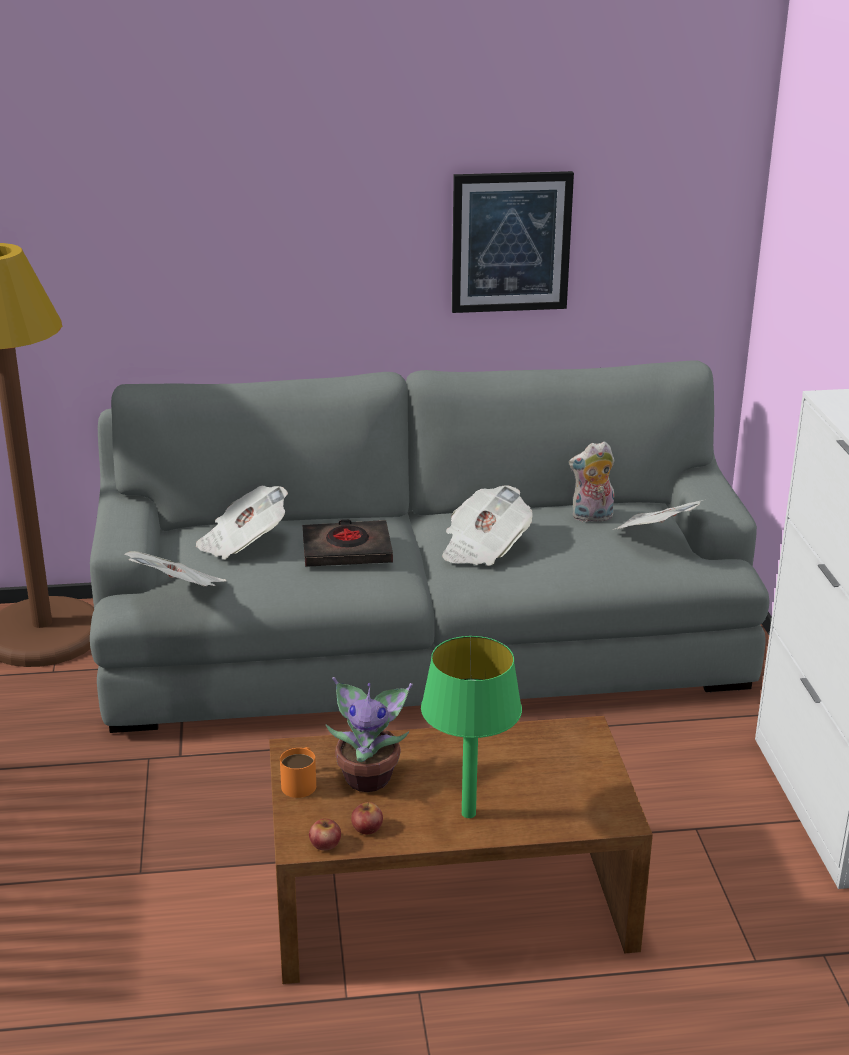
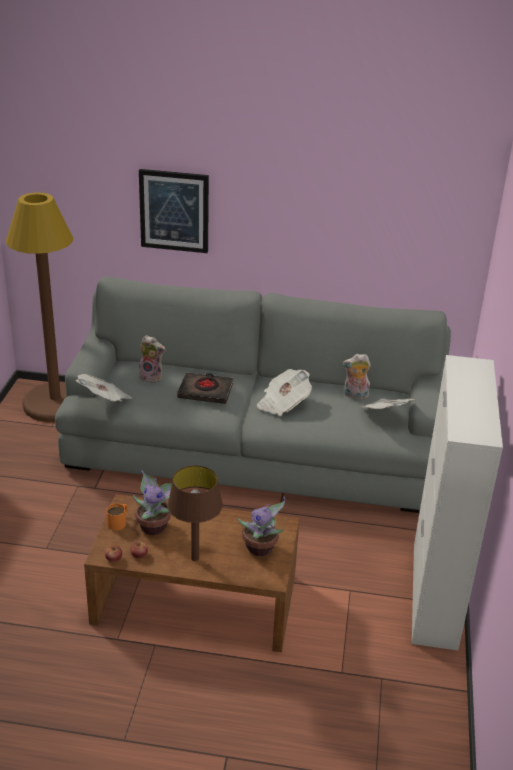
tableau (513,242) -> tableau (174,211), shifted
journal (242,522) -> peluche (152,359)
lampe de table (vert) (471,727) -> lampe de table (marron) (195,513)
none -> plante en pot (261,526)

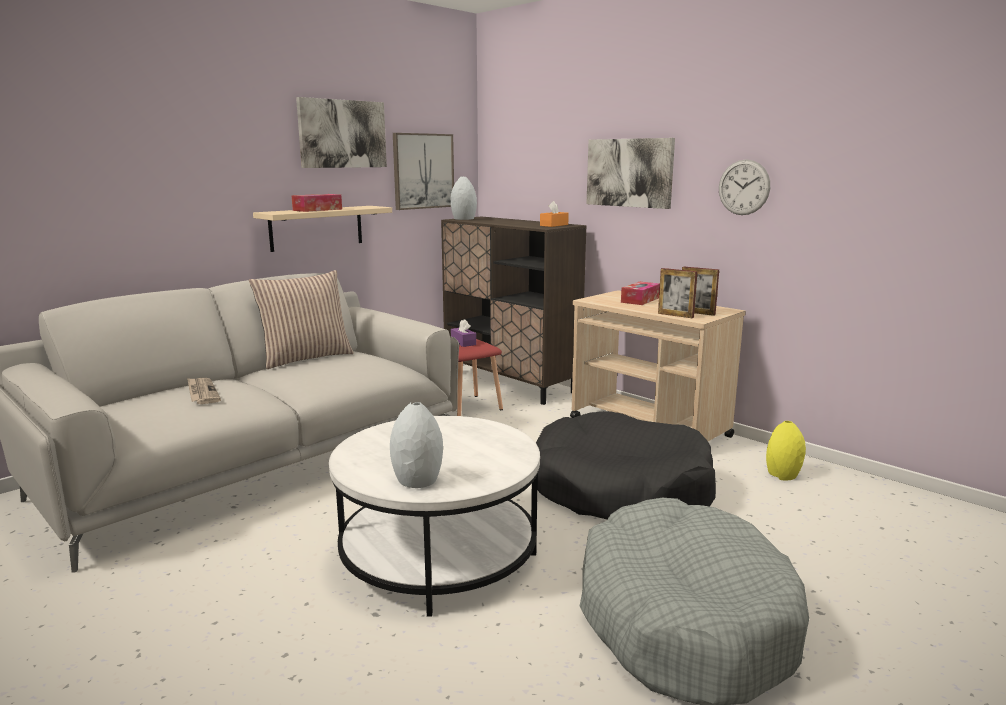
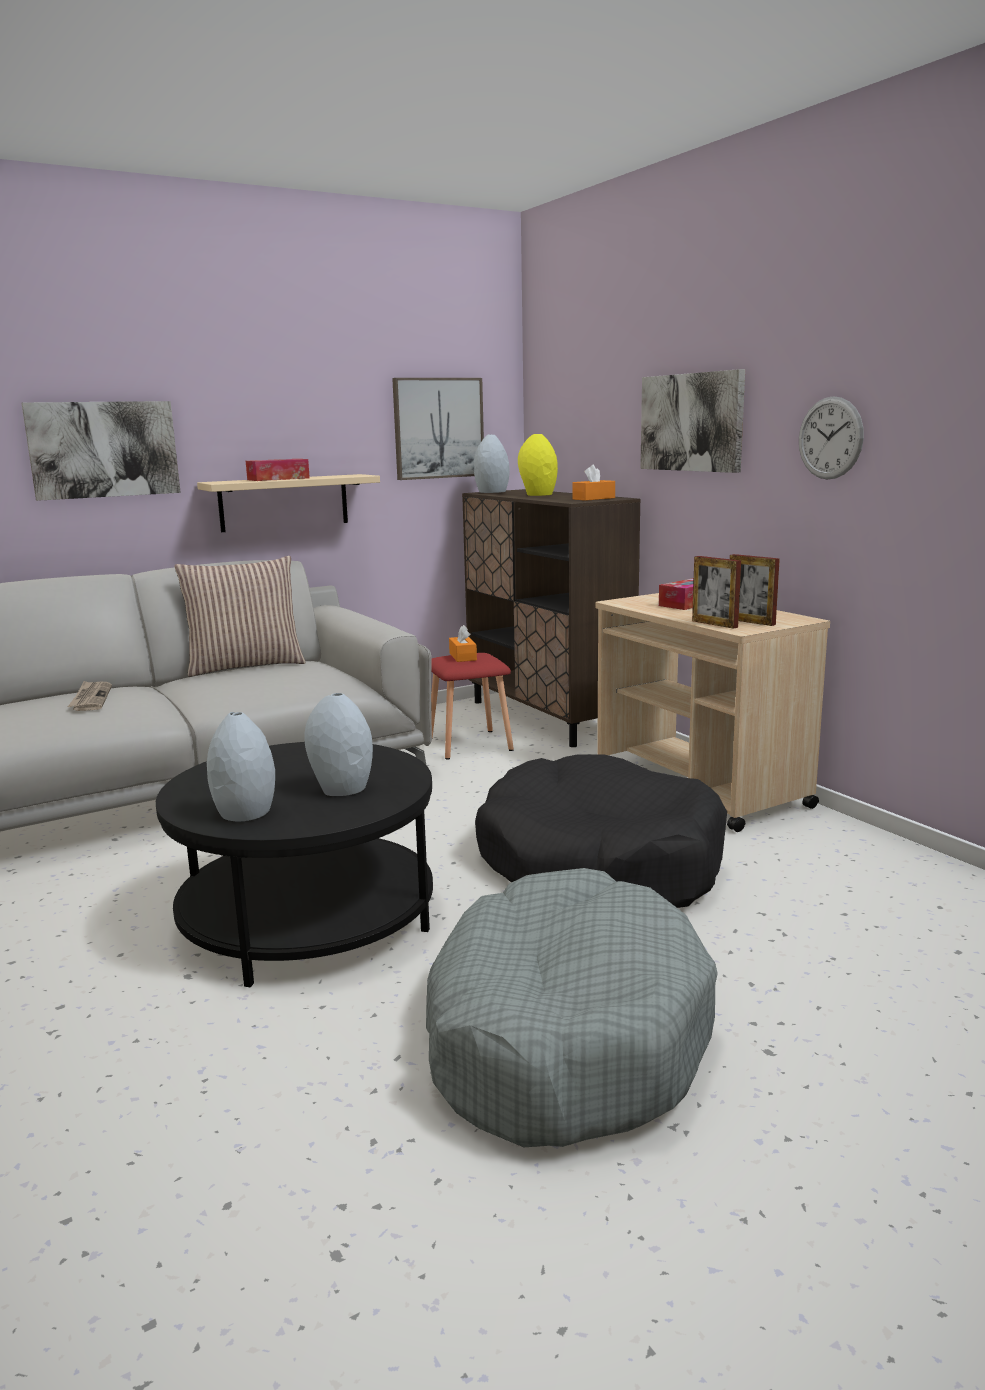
tableau (341,132) -> tableau (101,451), shifted
boîte à mouchoirs (violet) (463,333) -> boîte à mouchoirs (orange) (463,643)
table basse (blanc) (434,516) -> table basse (noir) (294,864)
vase (jaune) (786,450) -> vase (jaune) (538,465), shifted
none -> vase (gris) (338,744)

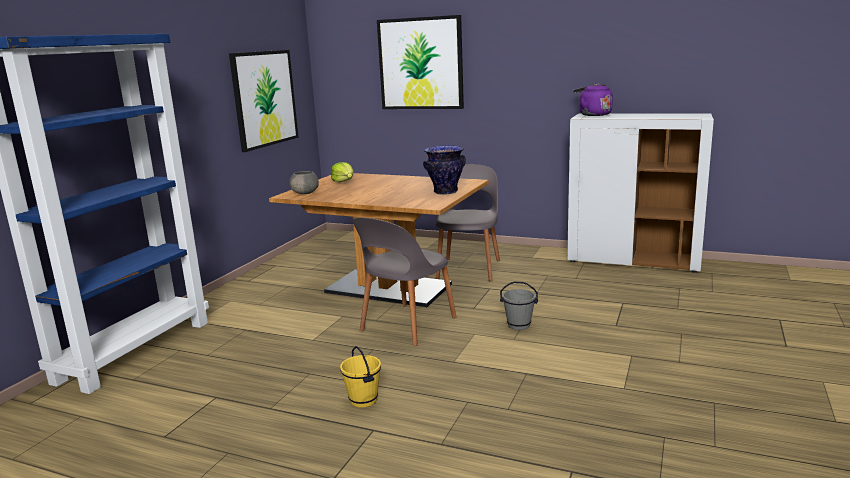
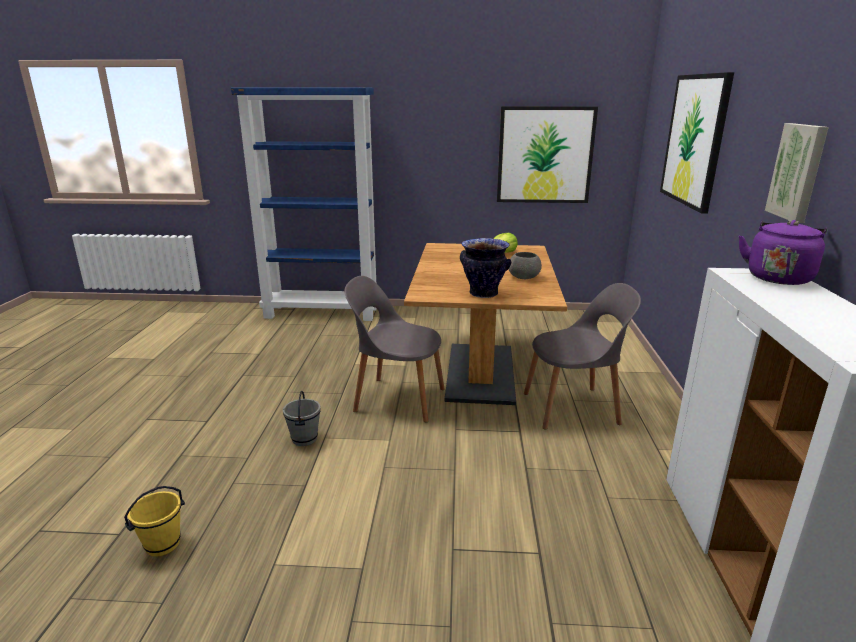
bol (gris) (304,182) -> bol (gris) (525,265), shifted
seau (gris) (519,306) -> seau (gris) (302,418), shifted
seau (jaune) (360,377) -> seau (jaune) (154,521), shifted
none -> tableau (797,173)

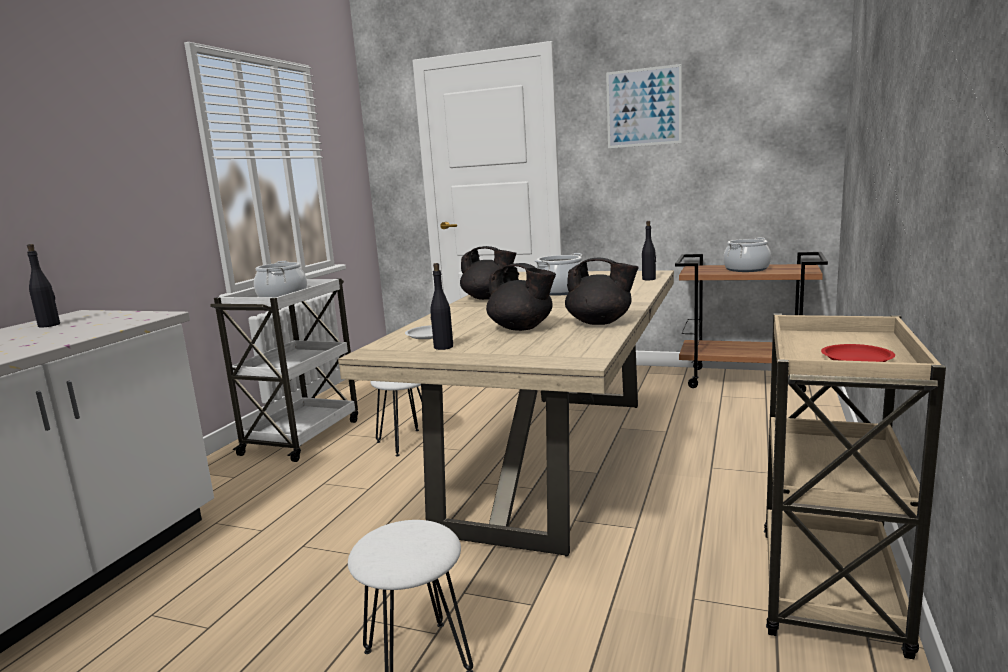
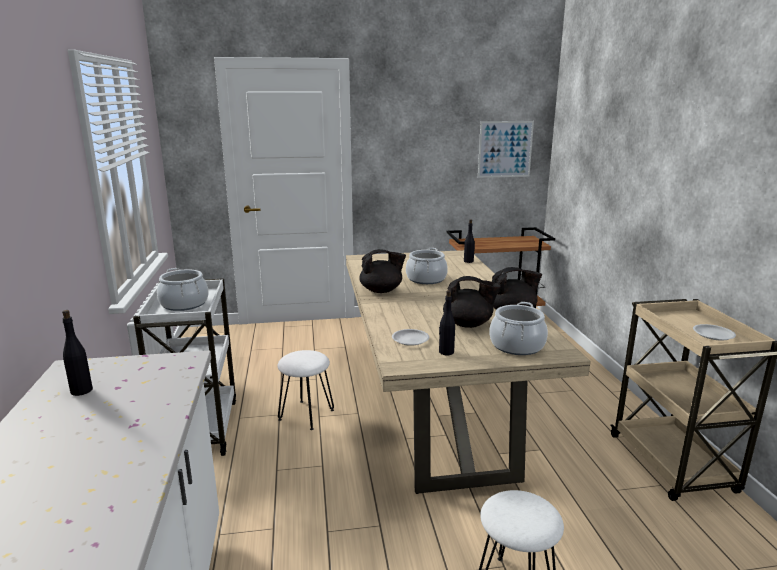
tableau (644,106) -> tableau (506,149), shifted
marmite (747,255) -> marmite (518,328), shifted
assiette (rouge) (858,353) -> assiette (blanc) (714,332)

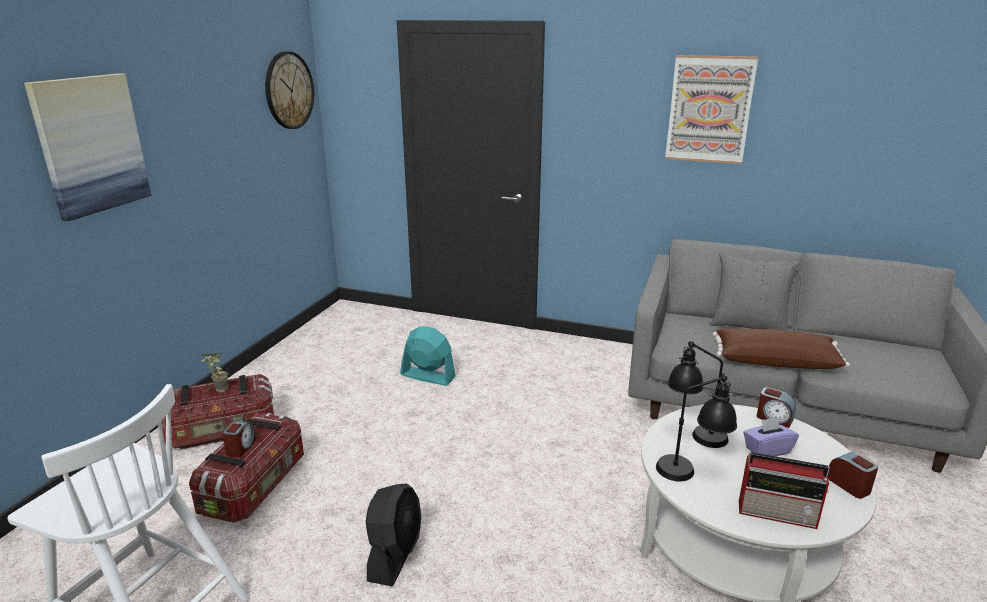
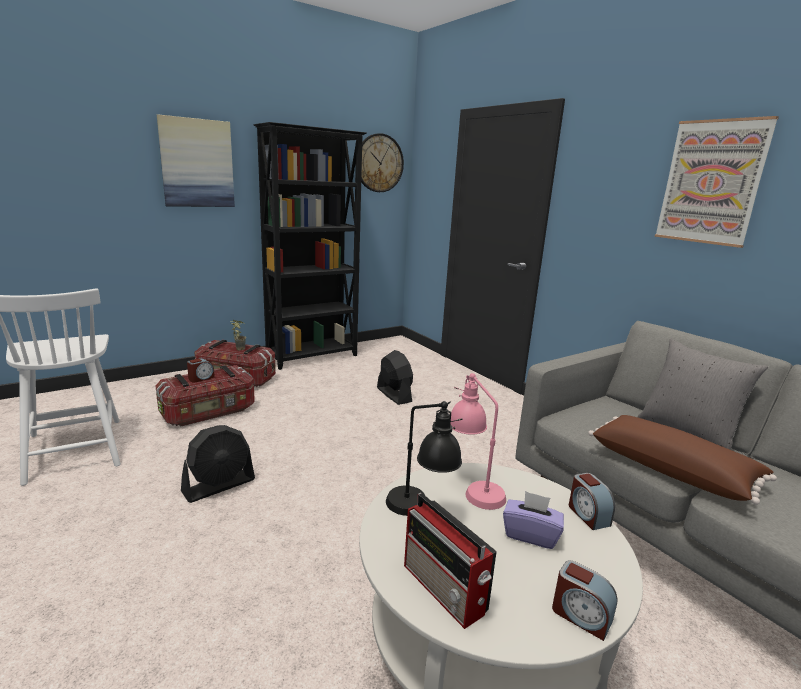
ventilateur (turquoise) (428,356) -> ventilateur (noir) (395,377)
lampe de table (noir) (698,394) -> lampe de table (rose) (478,441)
réveil (853,475) -> réveil (585,600), 120 degrees clockwise
none -> bibliothèque (noir) (310,246)

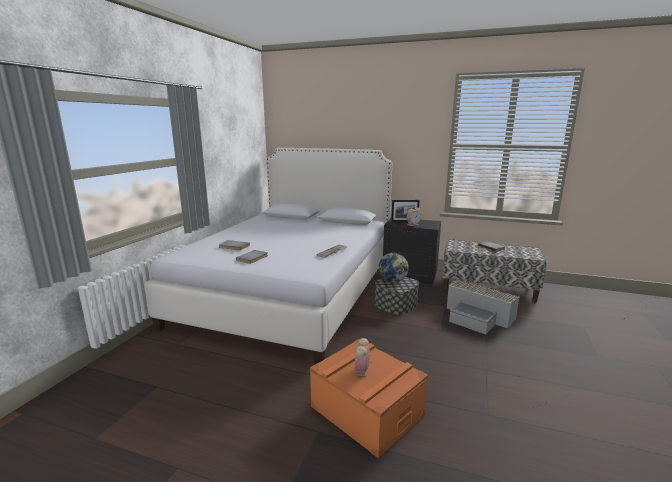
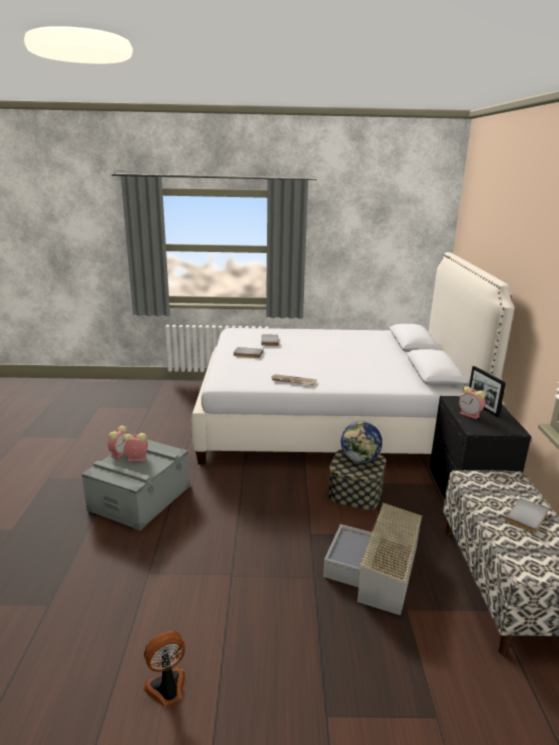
boîte de rangement (orange) (369,399) -> boîte de rangement (gris) (136,485)
none -> réveil (118,442)
none -> ventilateur (164,669)

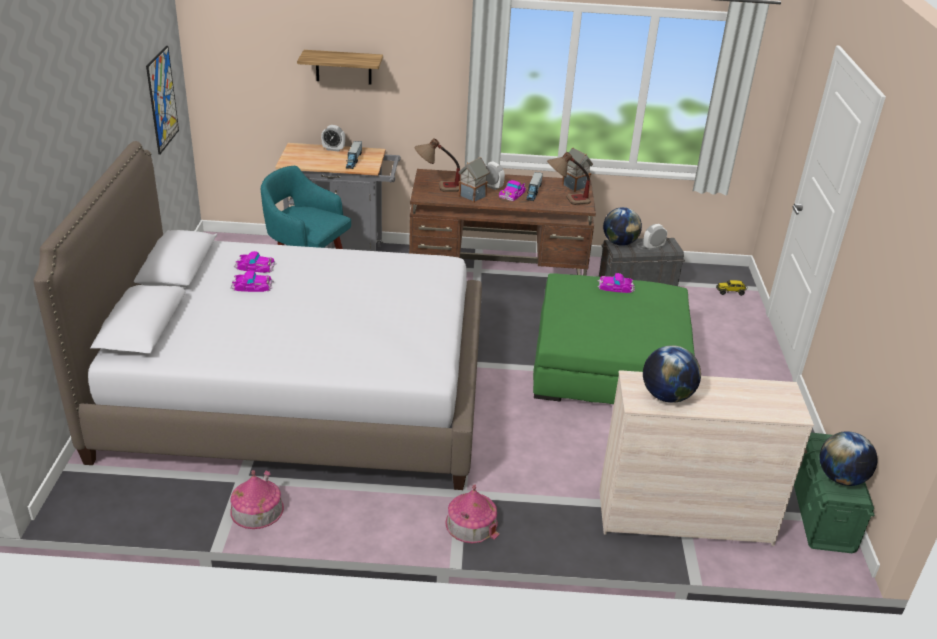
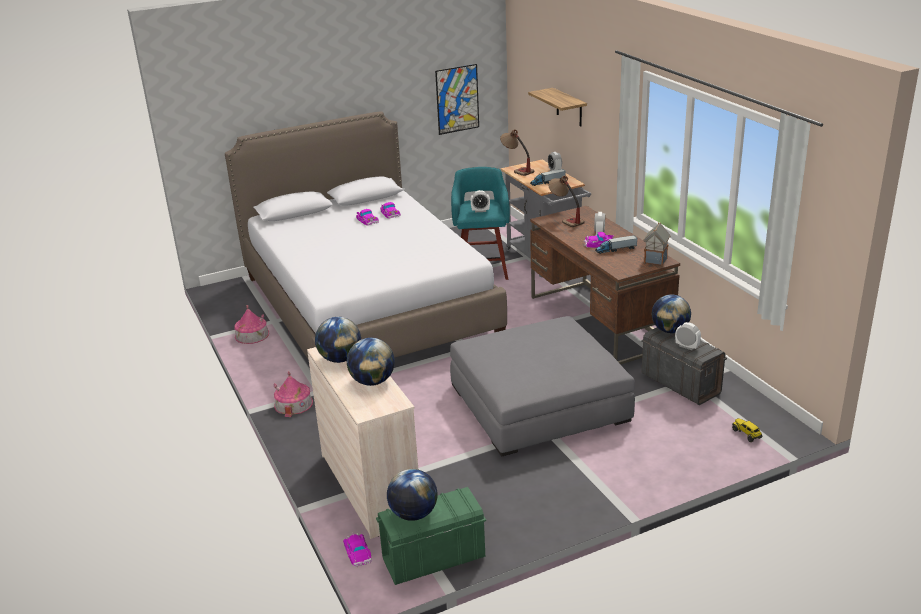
lampe de table (569,178) -> lampe de table (517,152), shifted
maison miniature (474,180) -> none
pouf (vert) (614,338) -> pouf (gris) (542,386)
petite voiture (616,283) -> petite voiture (357,550), shifted
none -> réveil (480,201)
none -> globe (371,362)

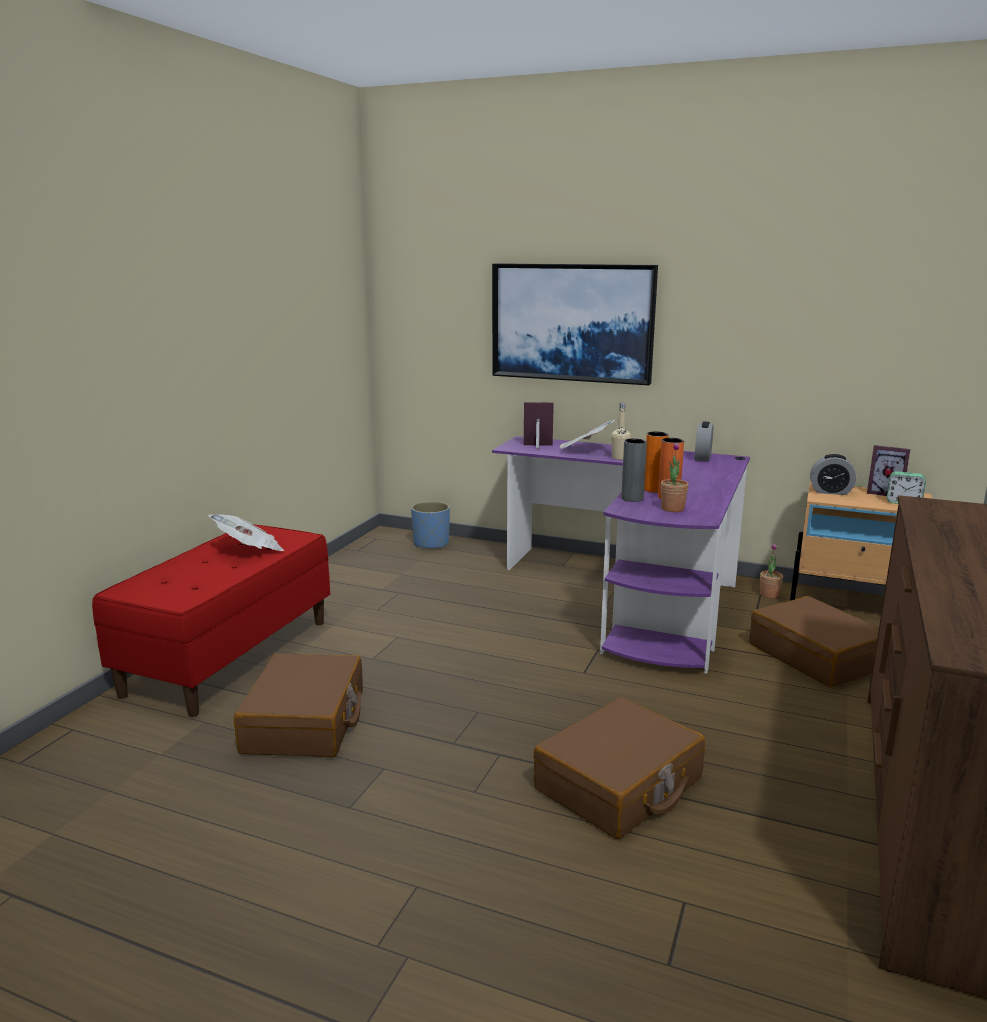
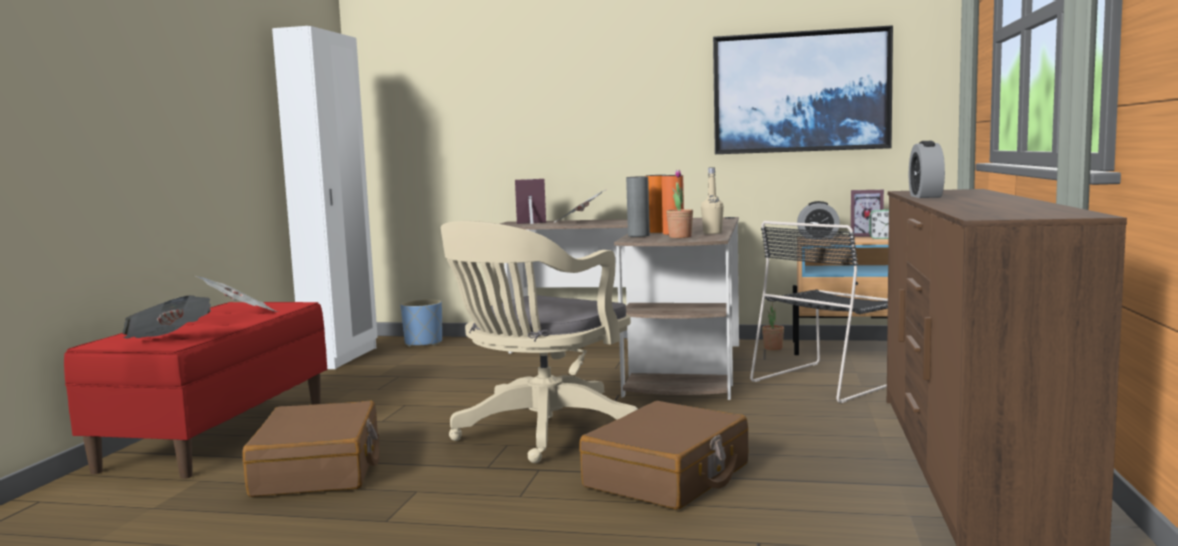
tableau (575,324) -> tableau (803,89), shifted
bouteille (beige) (621,431) -> bouteille (beige) (712,200), shifted
réveil (704,441) -> réveil (927,169), shifted
bureau (violet) (621,555) -> bureau (marron) (619,308)
valise (marron) (814,641) -> chaise (noir) (819,312)
none -> armoire (blanc) (325,197)
none -> chaise de bureau (beige) (539,342)
none -> journal (167,316)

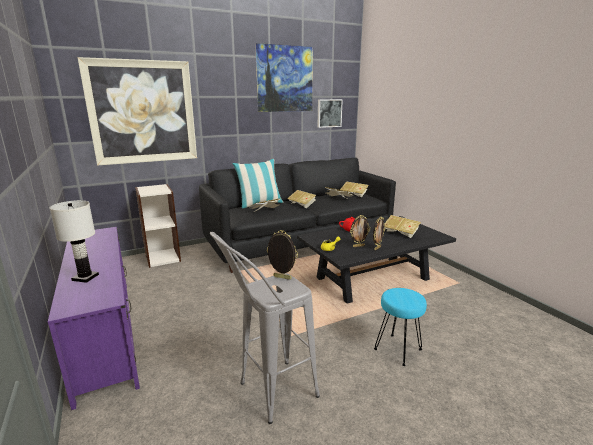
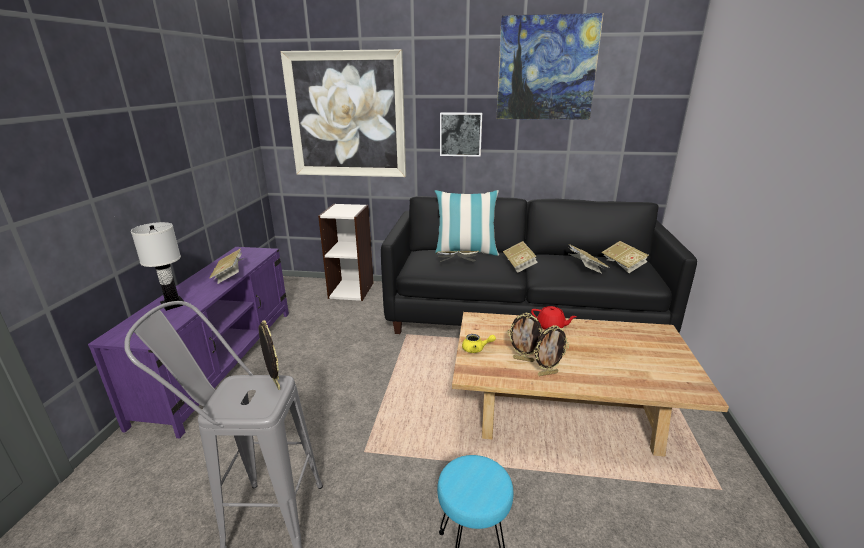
tableau (330,113) -> tableau (461,135), shifted
livre (402,226) -> livre (226,266), shifted
table basse (noir) (376,260) -> table basse (beige) (590,384)

